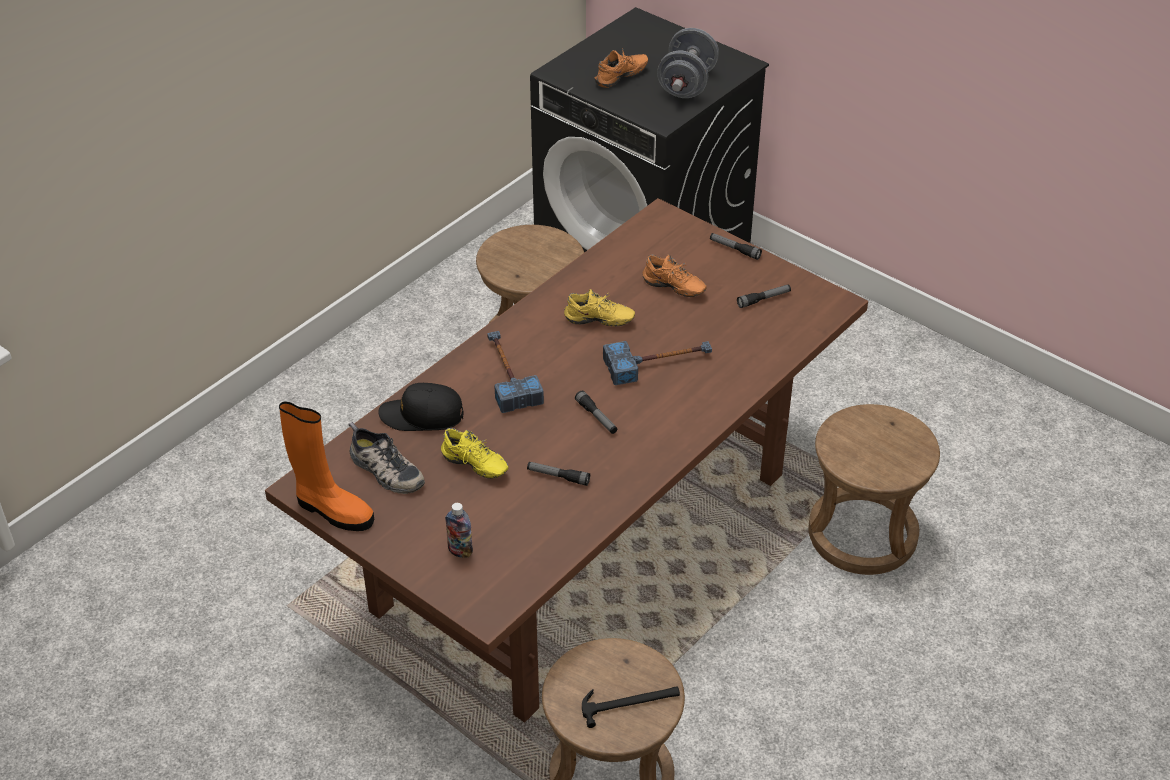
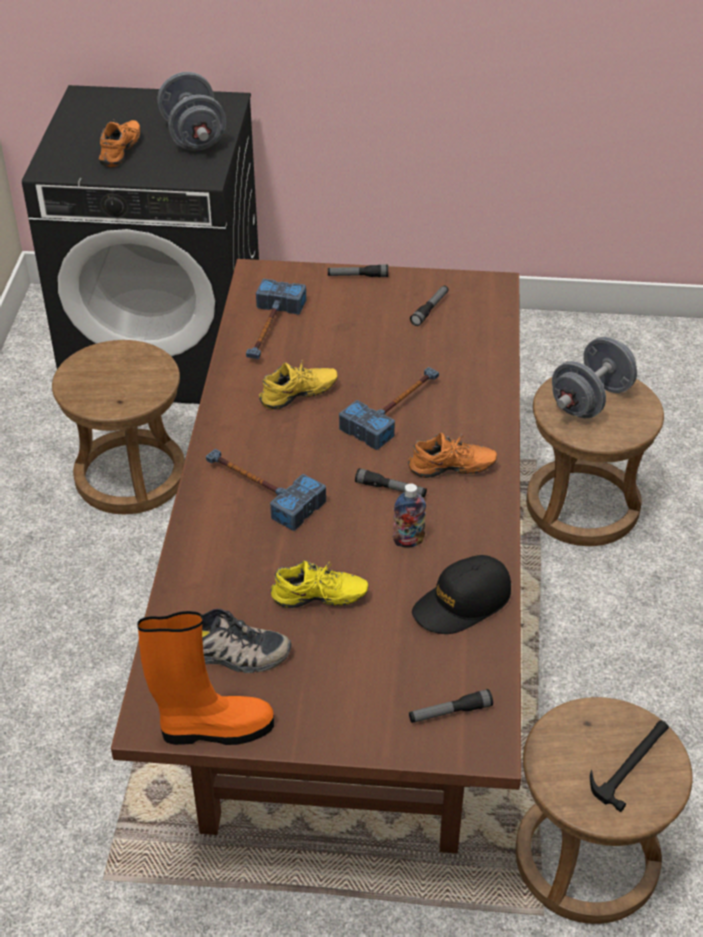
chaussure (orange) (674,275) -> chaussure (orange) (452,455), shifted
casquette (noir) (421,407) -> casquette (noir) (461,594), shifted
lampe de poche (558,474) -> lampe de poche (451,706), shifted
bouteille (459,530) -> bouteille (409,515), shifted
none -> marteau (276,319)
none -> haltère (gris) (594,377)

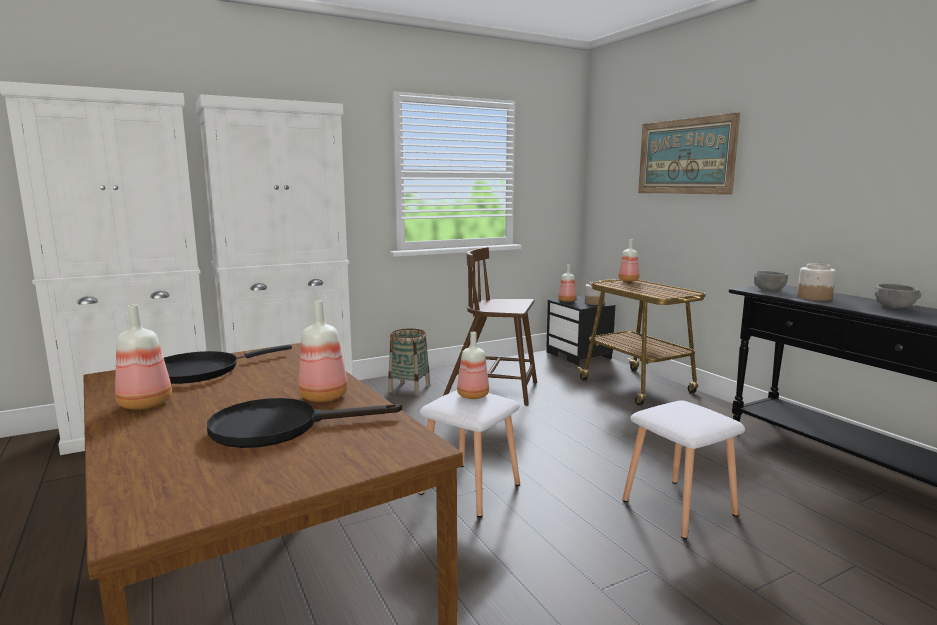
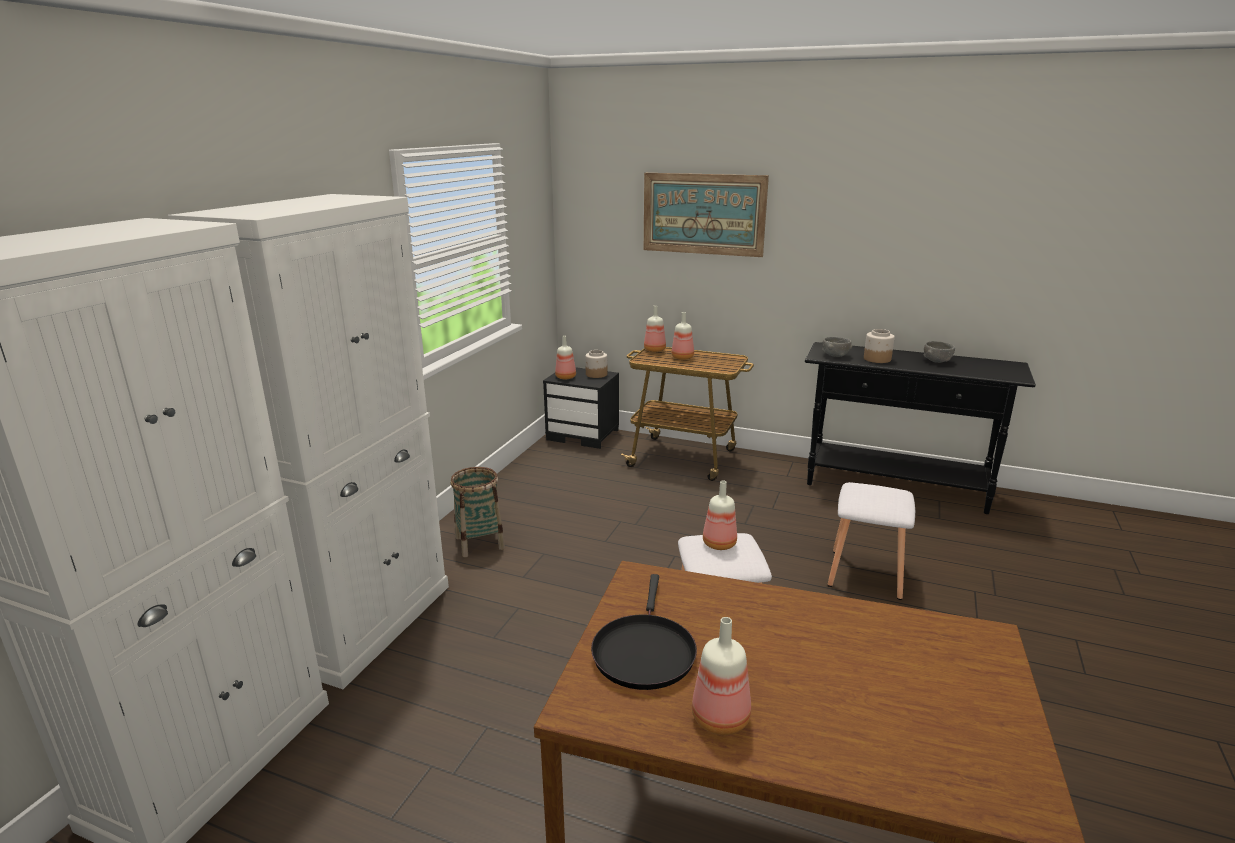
chaise (marron) (490,326) -> none
bouteille (323,351) -> bouteille (682,336), shifted
poêle (noir) (304,423) -> none

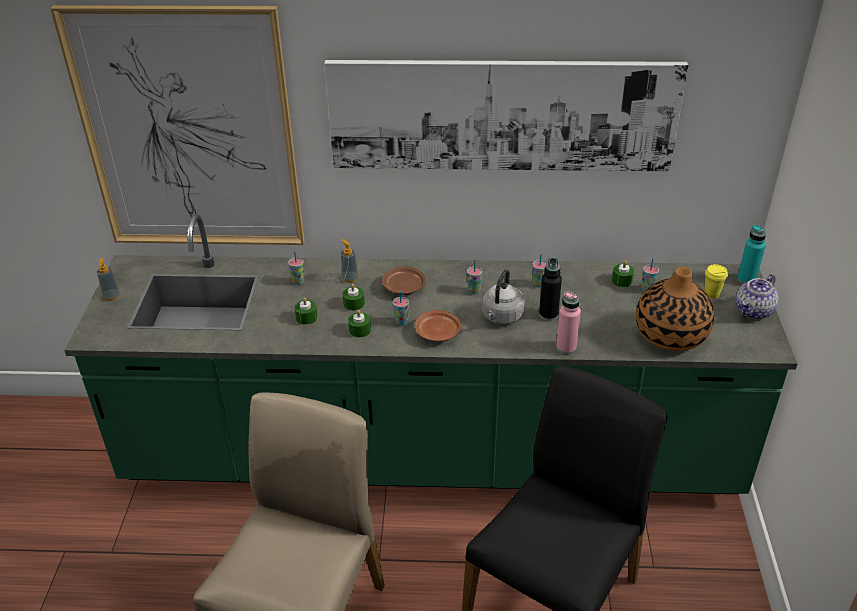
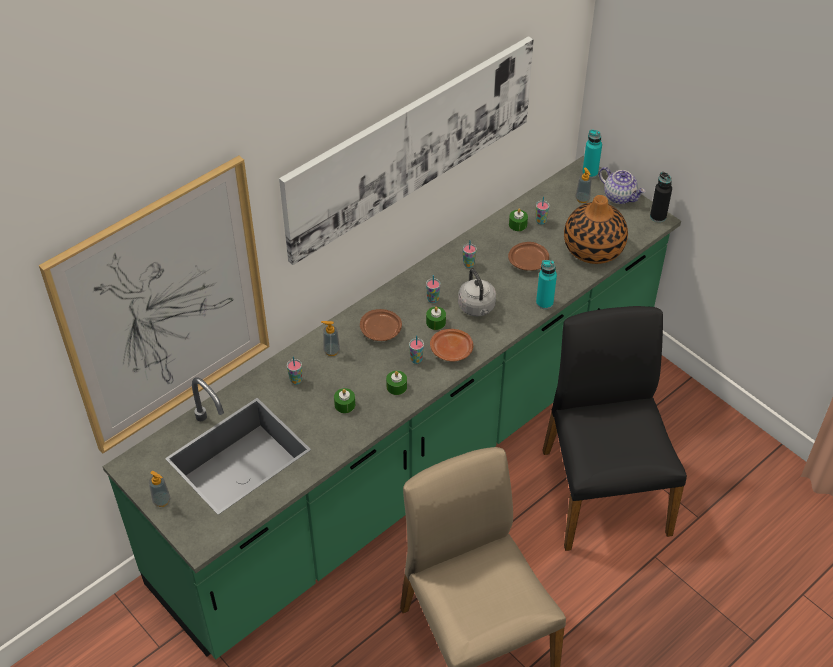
bouteille (noir) (550,289) -> bouteille (noir) (661,197), shifted
tasse (jaune) (716,281) -> distributeur de savon (583,185)
théière (757,296) -> théière (622,185), 45 degrees counterclockwise
bougie (vert) (354,297) -> bougie (vert) (436,318), shifted
bouteille (rose) (568,322) -> bouteille (turquoise) (546,284)
none -> assiette (marron) (528,256)

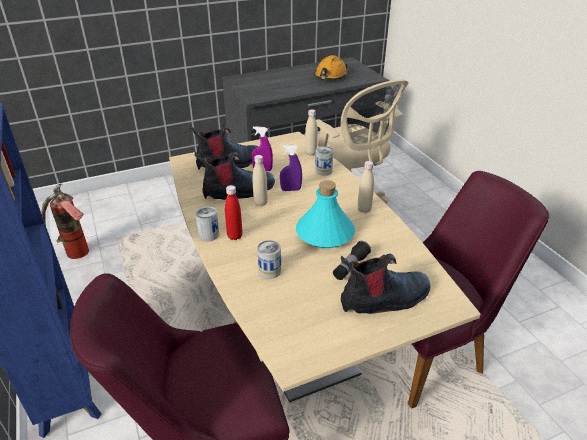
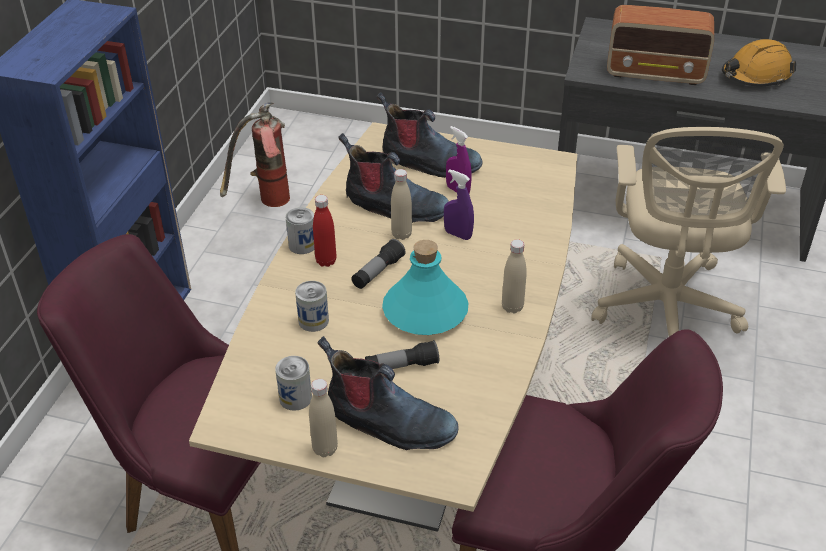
bouteille (beige) (311,132) -> bouteille (beige) (323,418), shifted
boîte métallique (324,161) -> boîte métallique (293,383), shifted
none -> radio (660,45)
none -> lampe de poche (378,264)

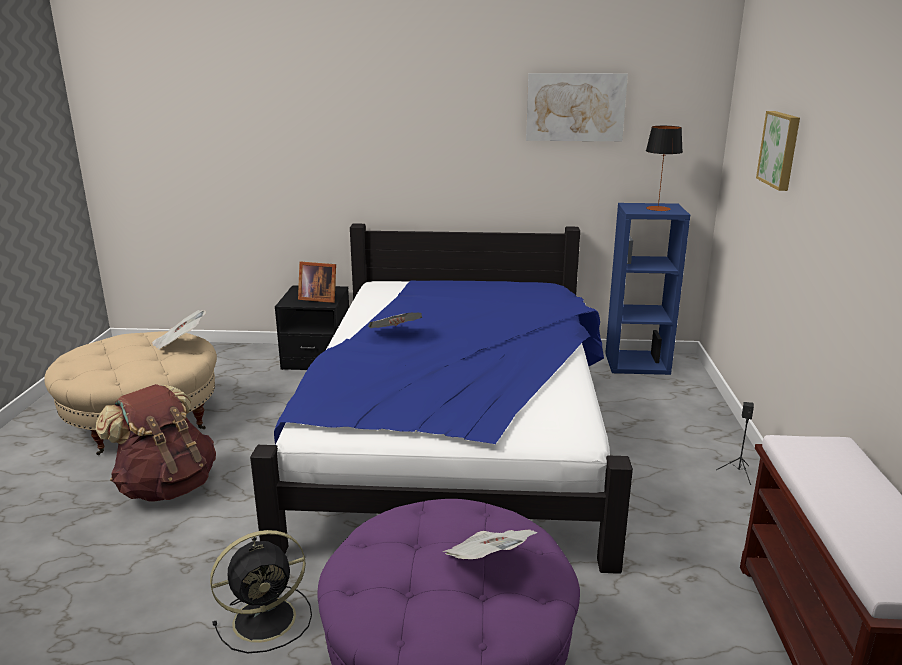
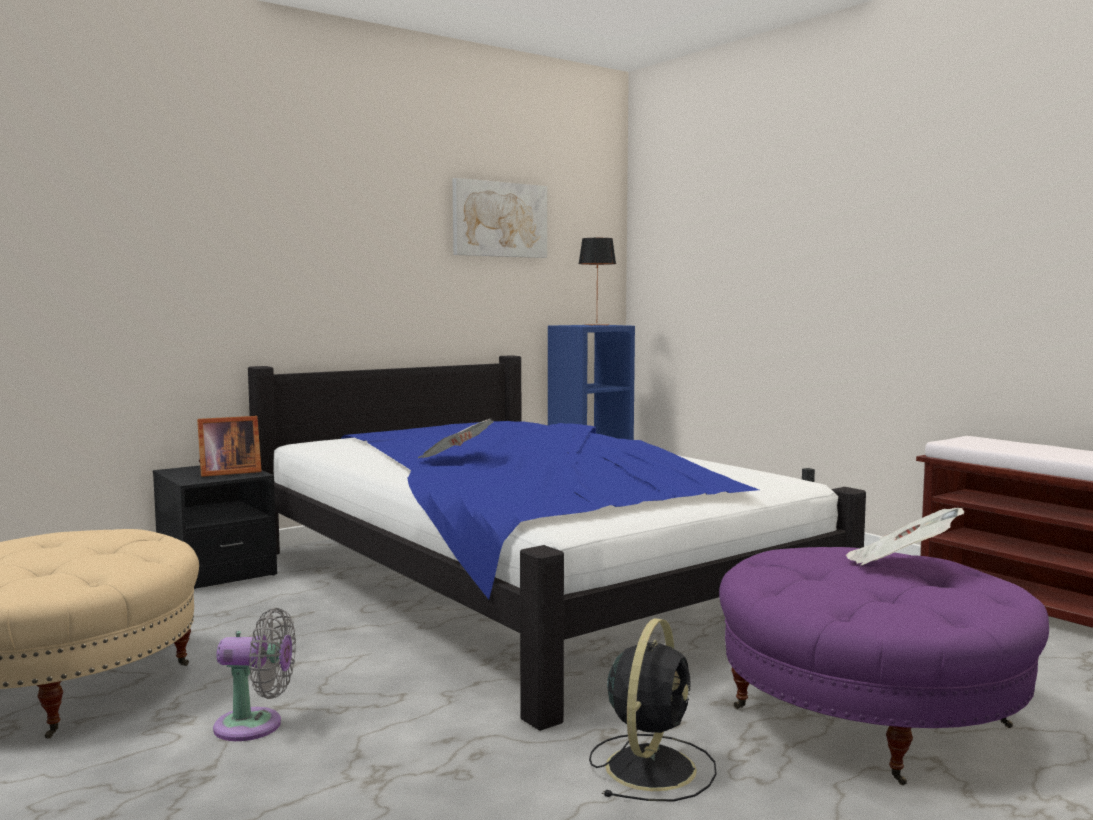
tableau (778,151) -> none
journal (179,330) -> none
sac à dos (marron) (155,443) -> ventilateur (gris) (254,674)

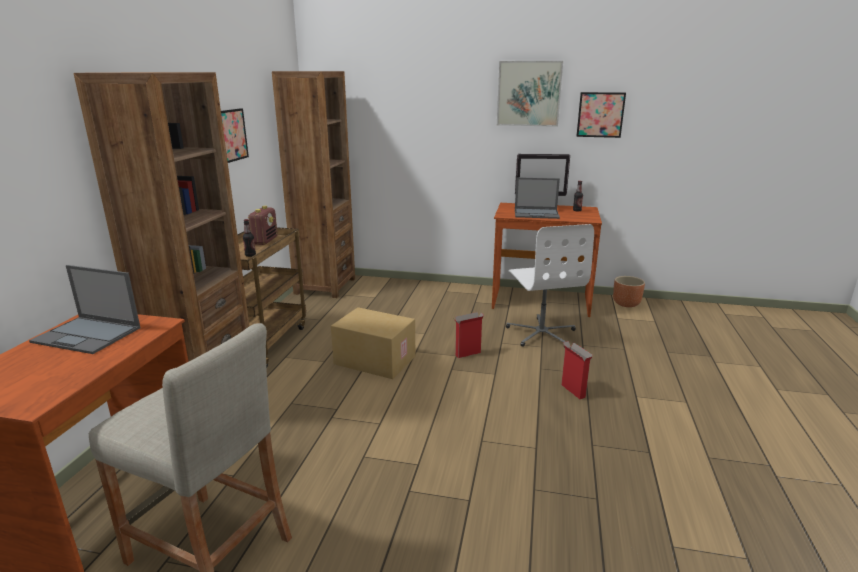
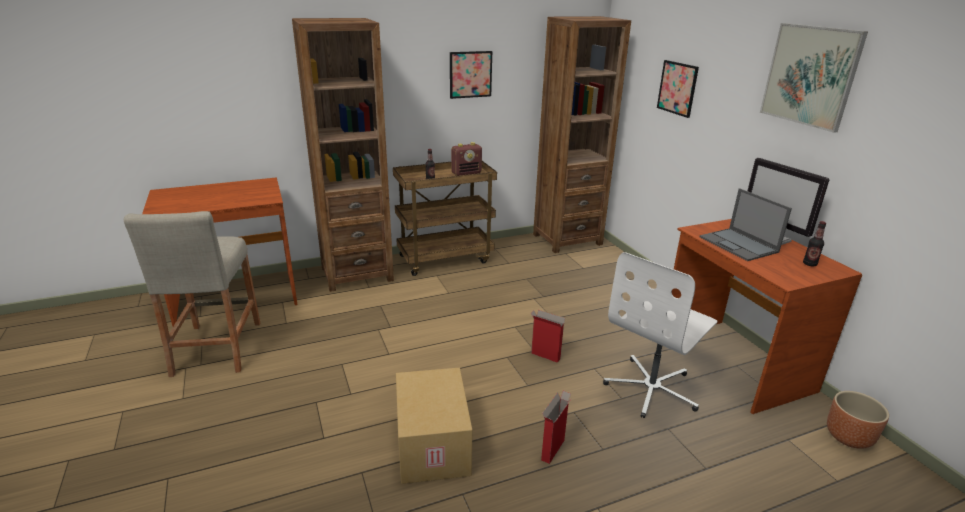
tableau (601,115) -> tableau (678,89), shifted
ordinateur portable (85,309) -> none
carton (373,343) -> carton (434,426), shifted

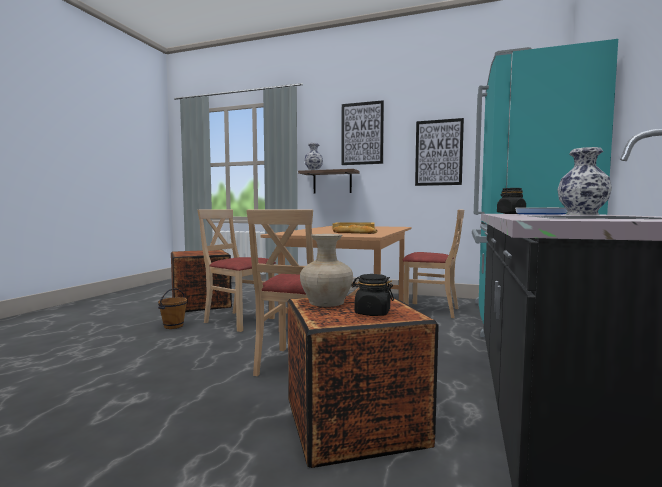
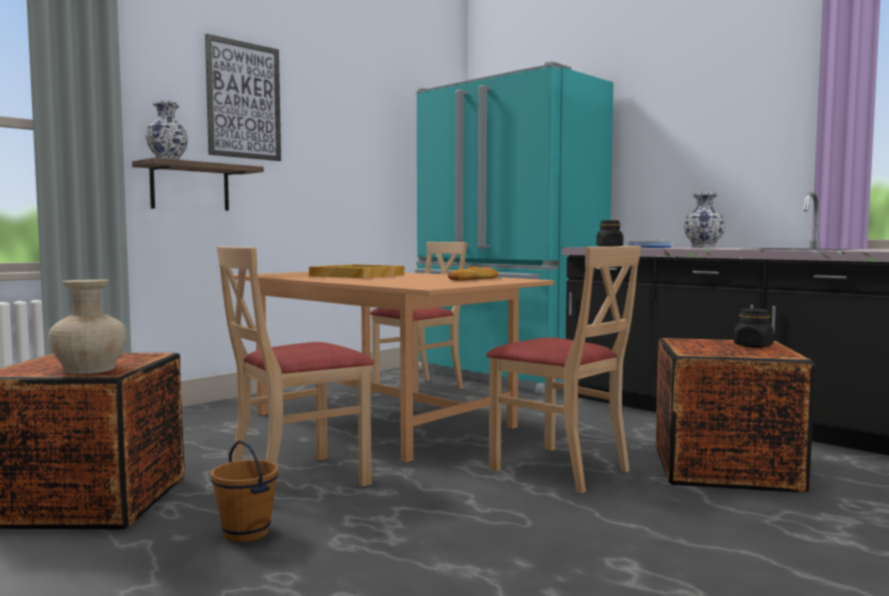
tableau (439,152) -> none
vase (beige) (326,270) -> vase (beige) (87,326), shifted

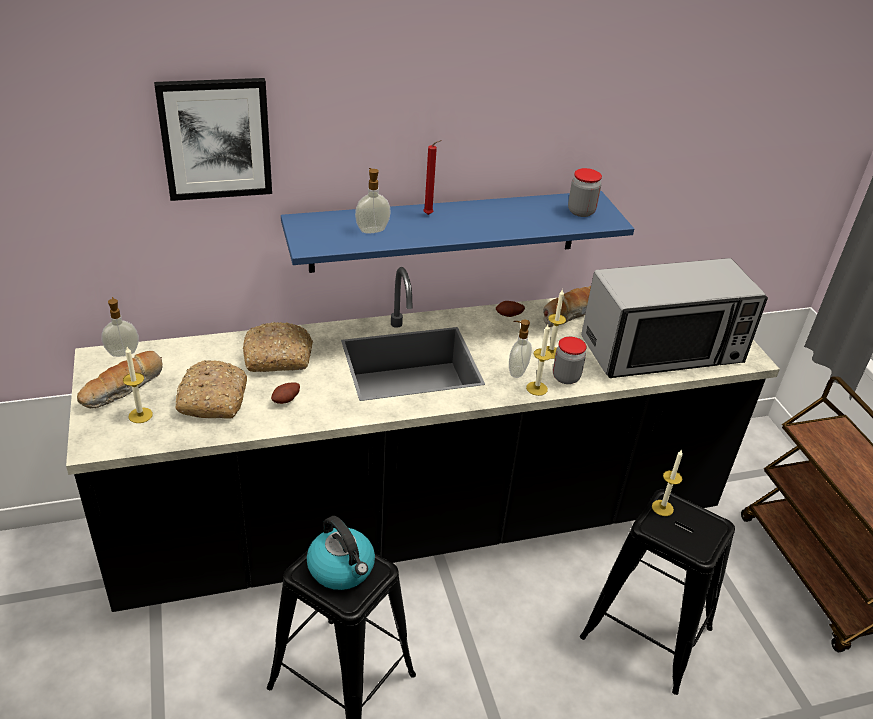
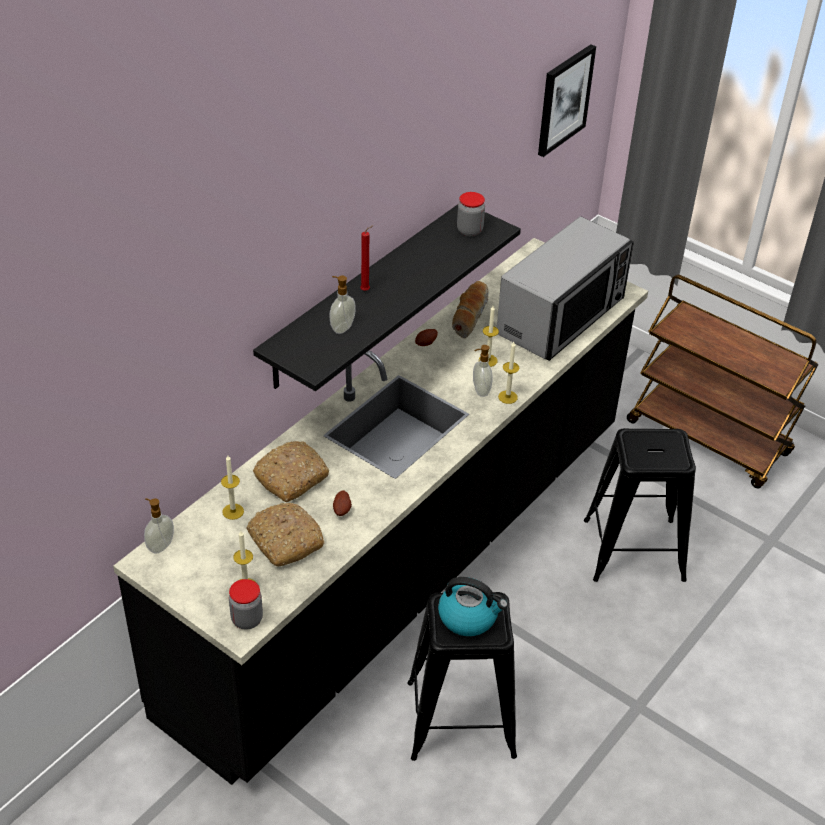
tableau (213,139) -> tableau (567,100), shifted
étagère (bleu) (457,232) -> étagère (noir) (387,297)
bocal (570,360) -> bocal (246,604), shifted
pain (120,379) -> none
bougie (667,482) -> bougie (232,487), shifted

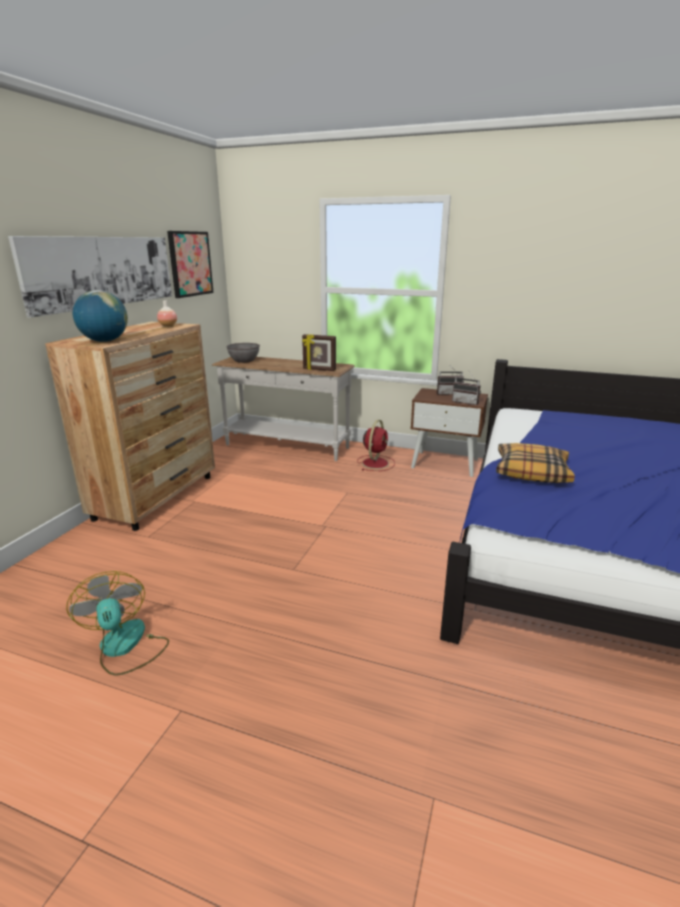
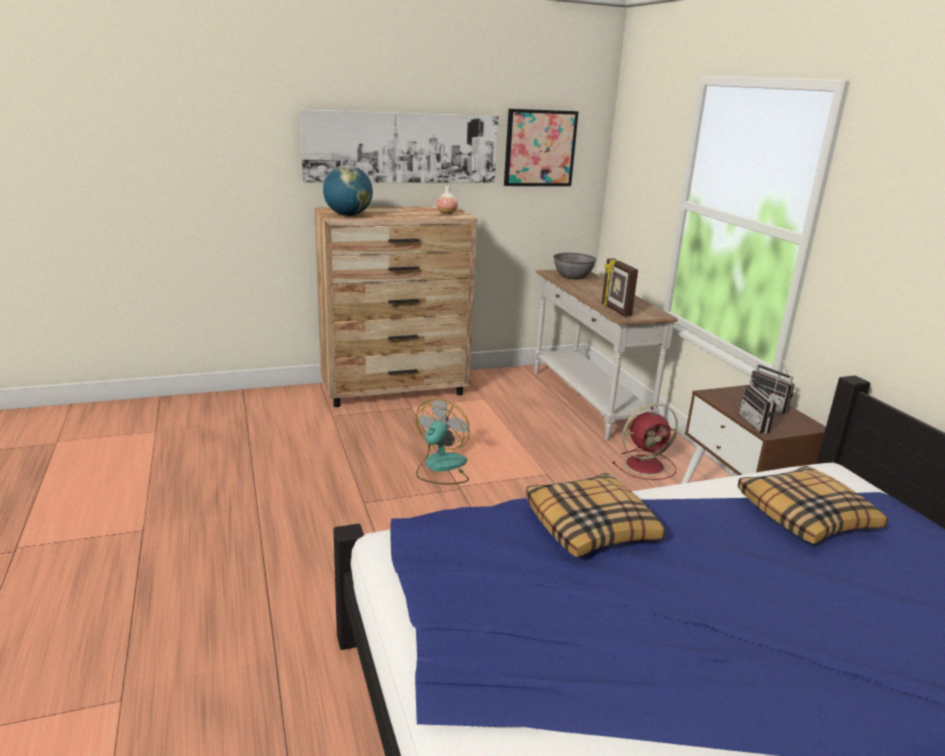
ventilateur (117,623) -> ventilateur (443,442), shifted
none -> coussin (813,505)

